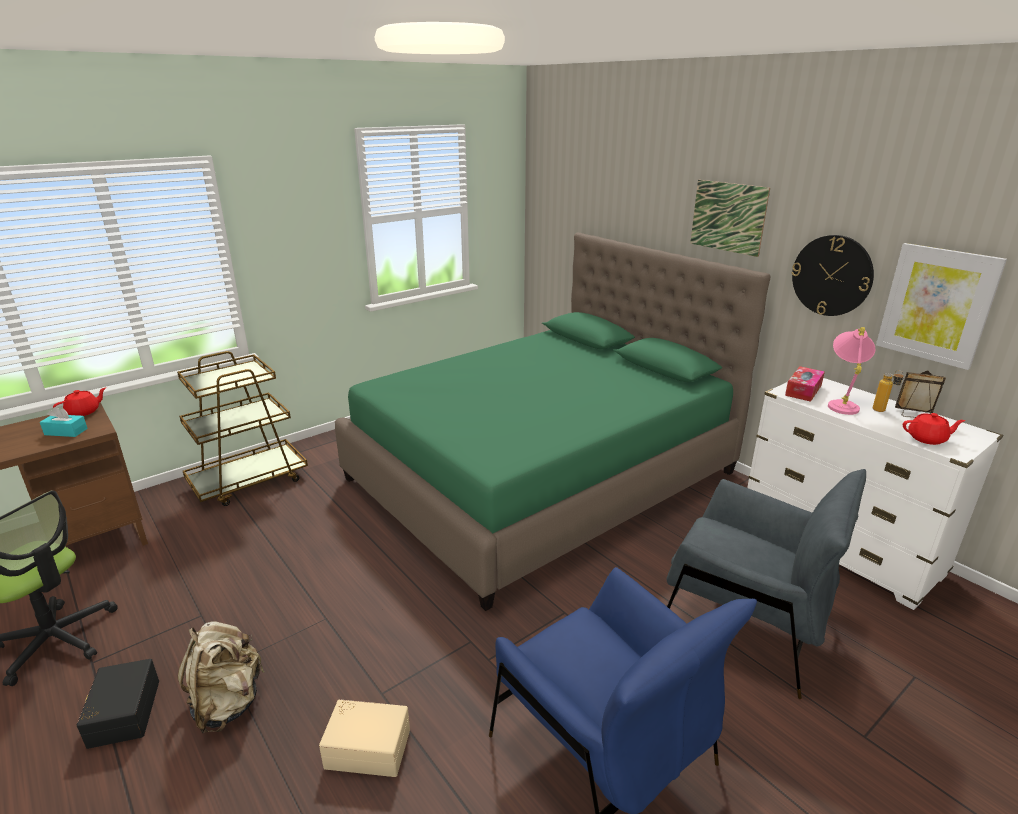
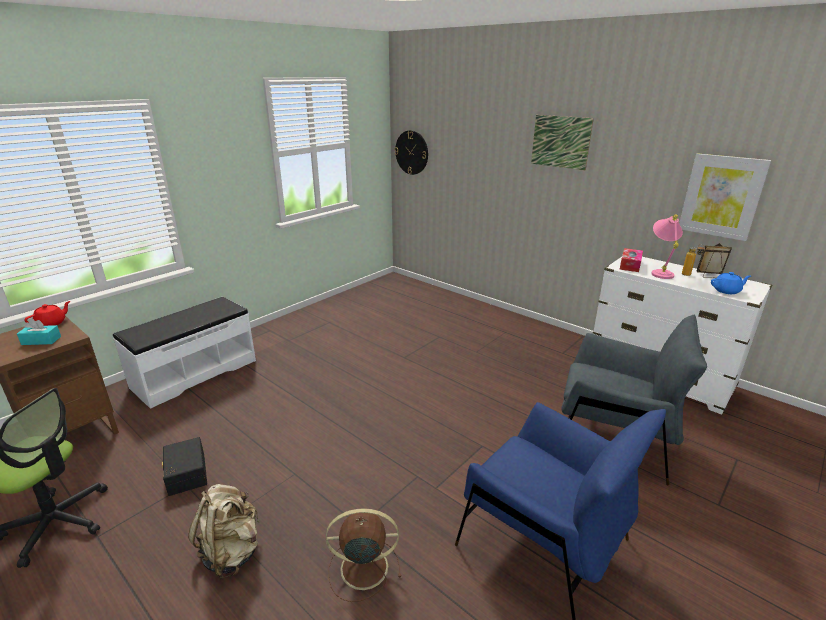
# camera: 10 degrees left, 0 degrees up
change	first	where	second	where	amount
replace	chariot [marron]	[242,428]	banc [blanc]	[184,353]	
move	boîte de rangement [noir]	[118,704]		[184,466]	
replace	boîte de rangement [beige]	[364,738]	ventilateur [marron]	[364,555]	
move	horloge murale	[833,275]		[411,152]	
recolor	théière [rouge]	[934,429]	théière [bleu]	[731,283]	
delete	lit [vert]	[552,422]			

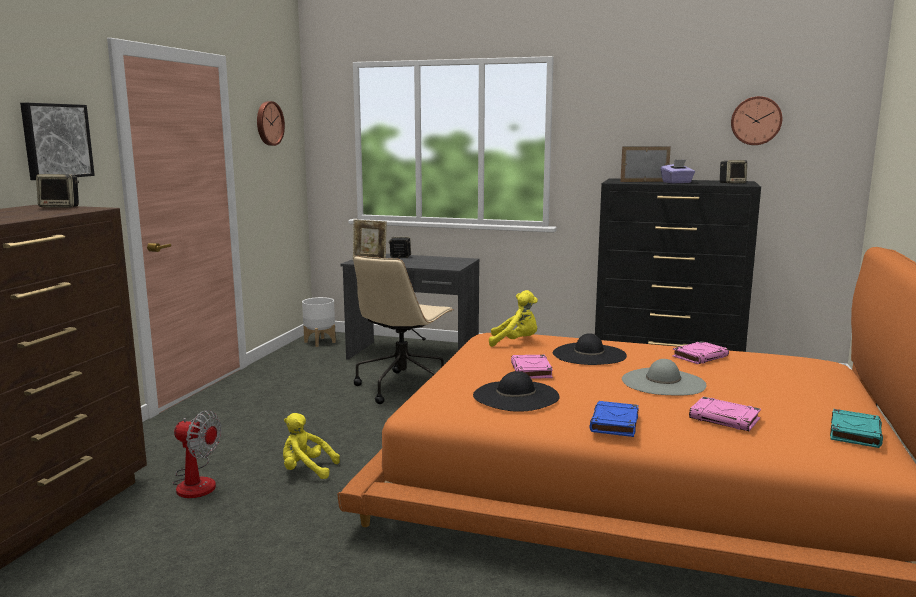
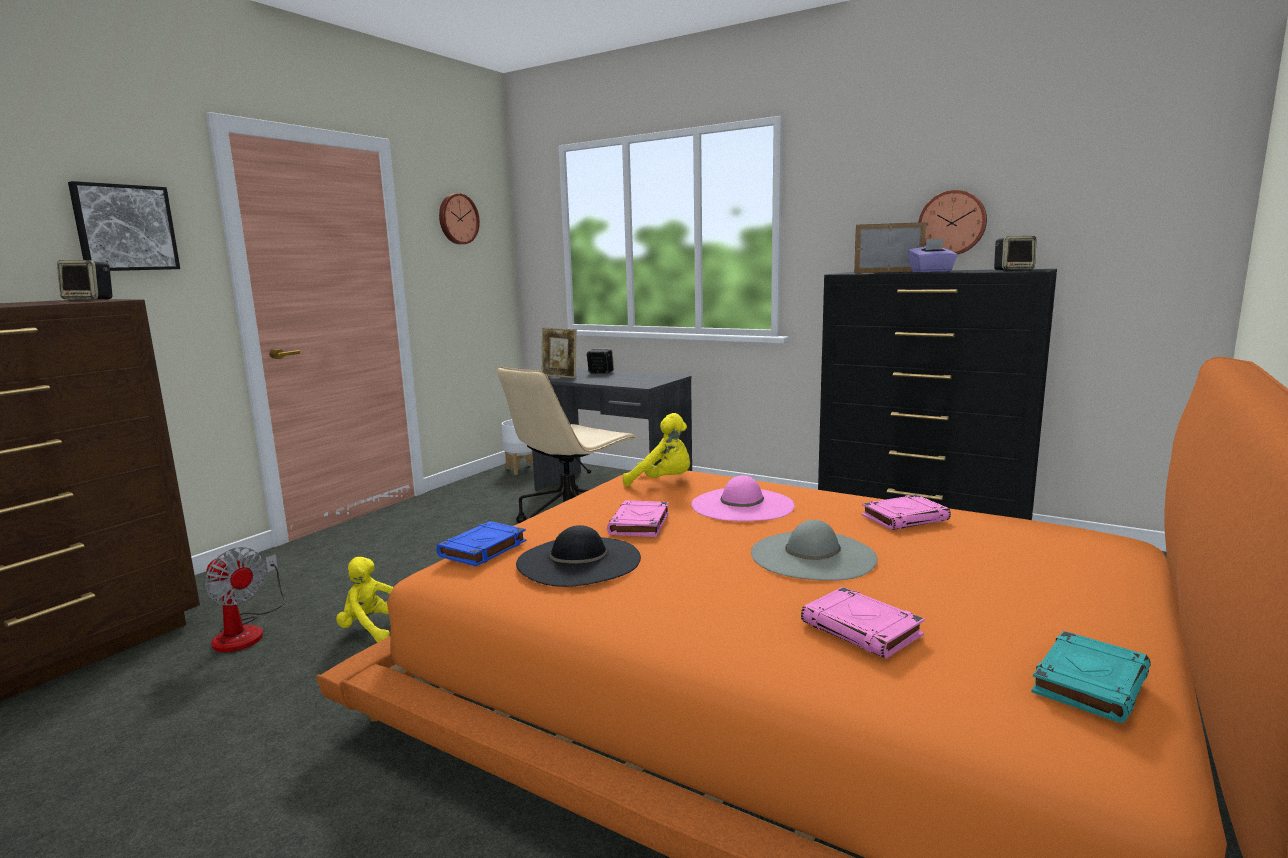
# camera: 15 degrees right, 0 degrees up
change	first	where	second	where	amount
move	livre [bleu]	[614,419]		[481,543]	
recolor	chapeau [noir]	[590,349]	chapeau [rose]	[743,498]	
move	horloge murale	[756,120]		[952,222]	

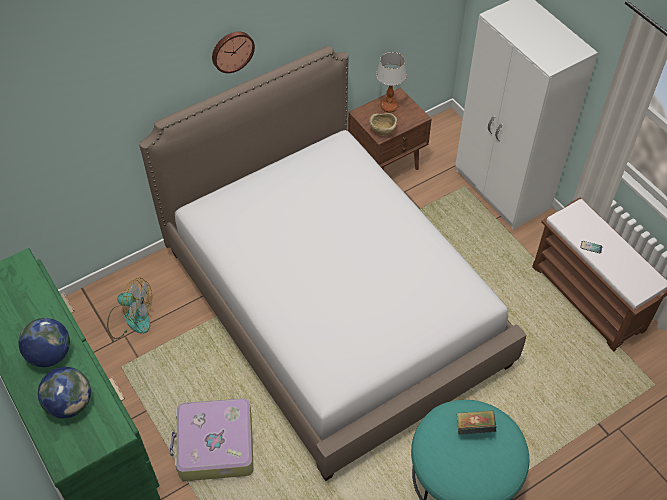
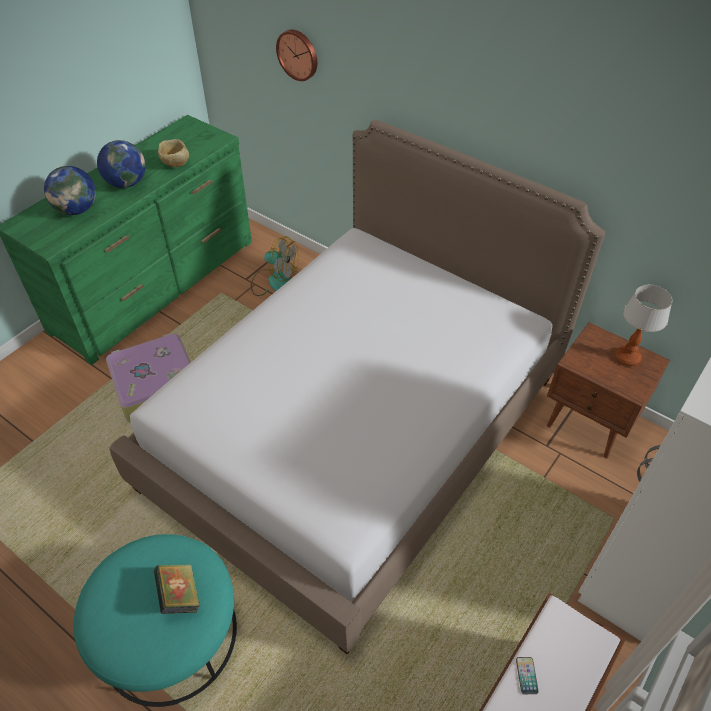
# camera: 70 degrees right, 5 degrees down
change	first	where	second	where	amount
move	bol [beige]	[383,124]		[173,153]	
rotate	ventilateur	[129,308]		[275,266]	60 degrees counterclockwise
move	horloge murale	[233,52]		[296,55]	

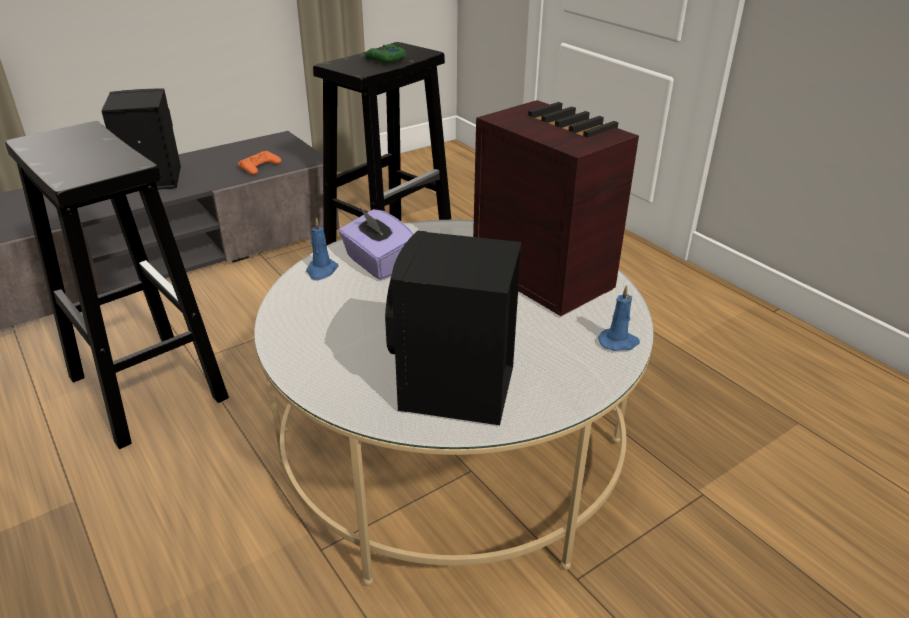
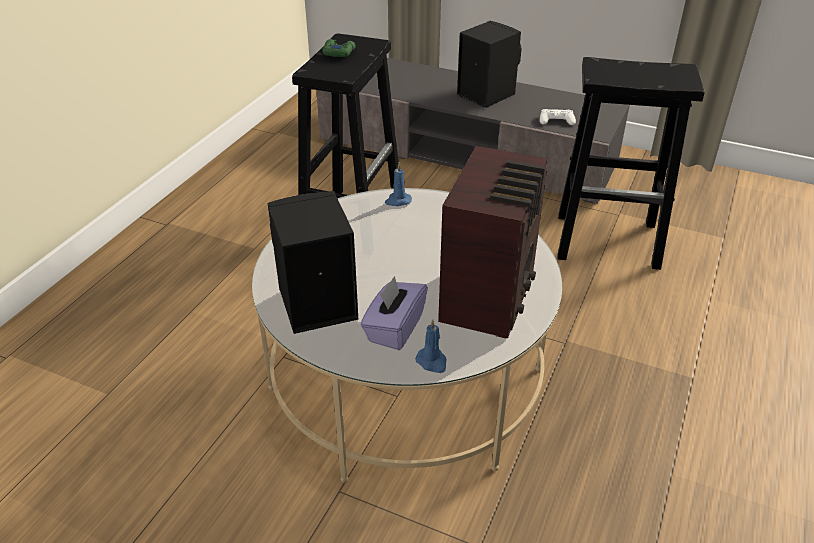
# camera: 60 degrees right, 5 degrees up
change	first	where	second	where	amount
move	manette [vert]	[385,53]		[339,48]	
move	boîte à mouchoirs [violet]	[376,243]		[394,313]	
recolor	manette [orange]	[260,163]	manette [blanc]	[558,117]	

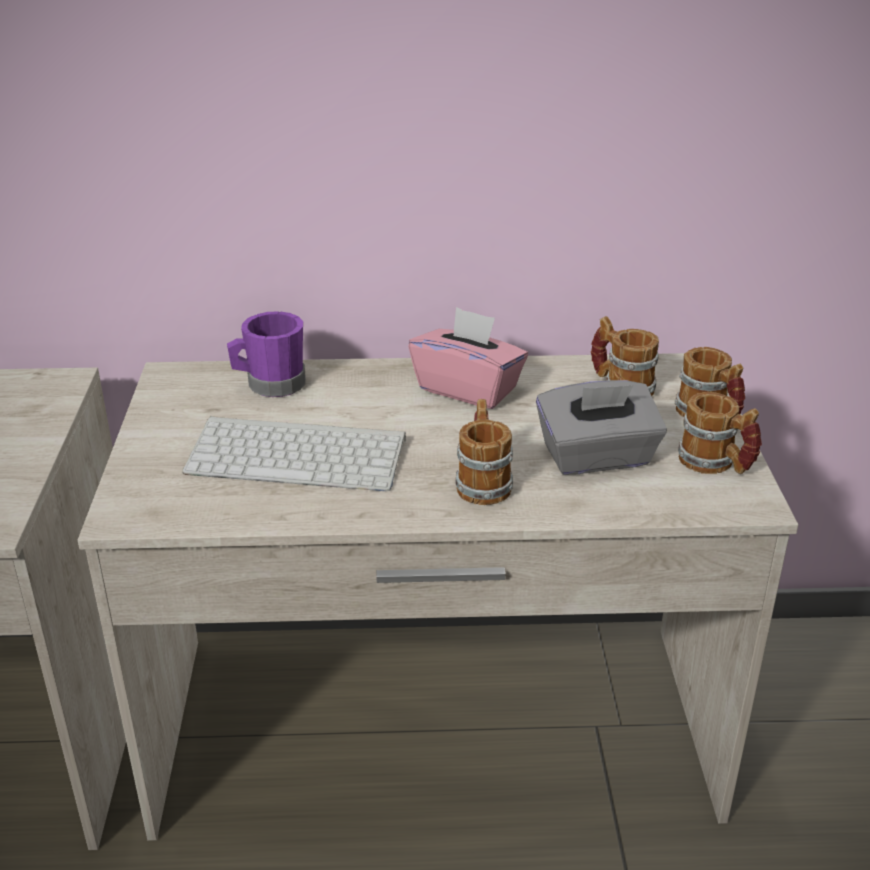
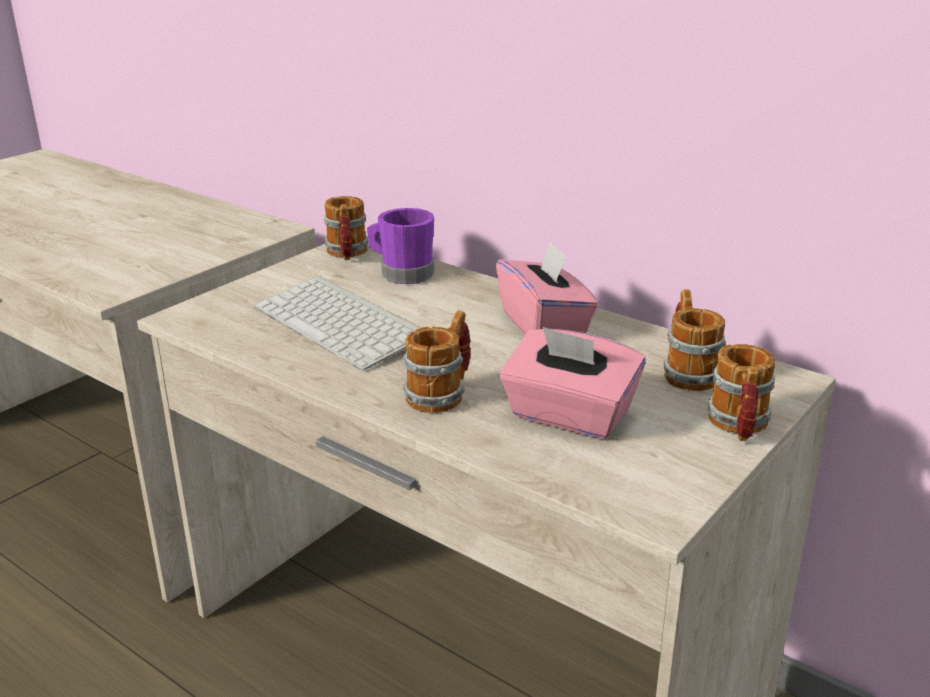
# camera: 40 degrees right, 5 degrees down
change	first	where	second	where	amount
move	mug	[720,433]		[346,228]	
recolor	boîte à mouchoirs [gris]	[601,427]	boîte à mouchoirs [rose]	[572,383]	

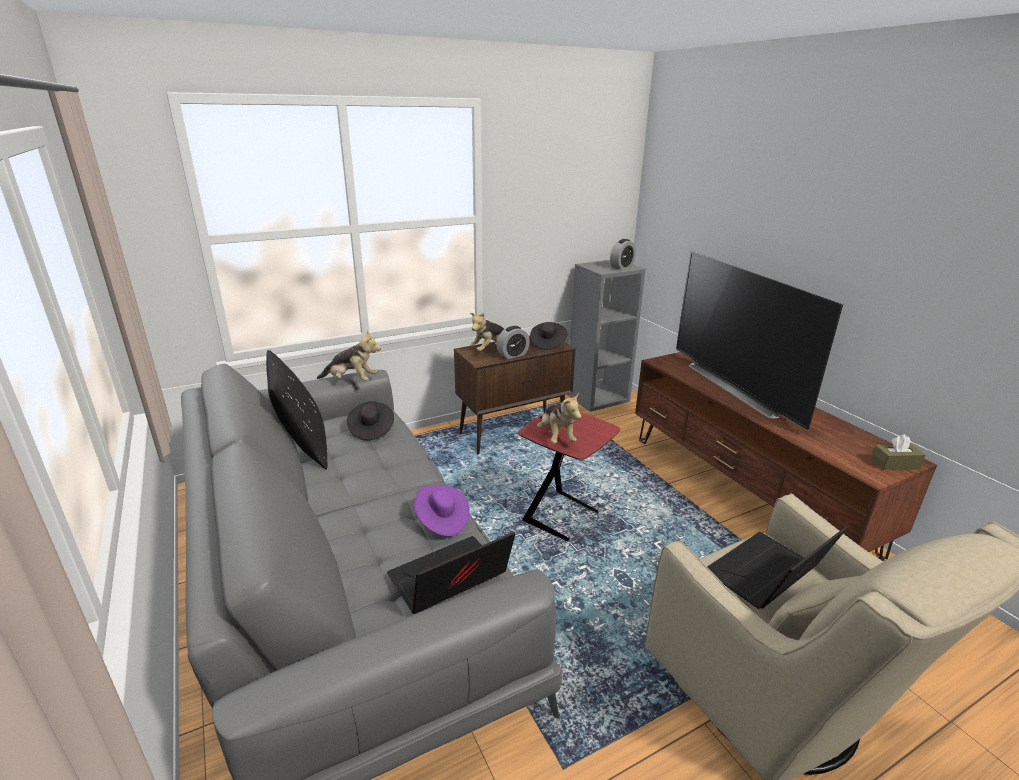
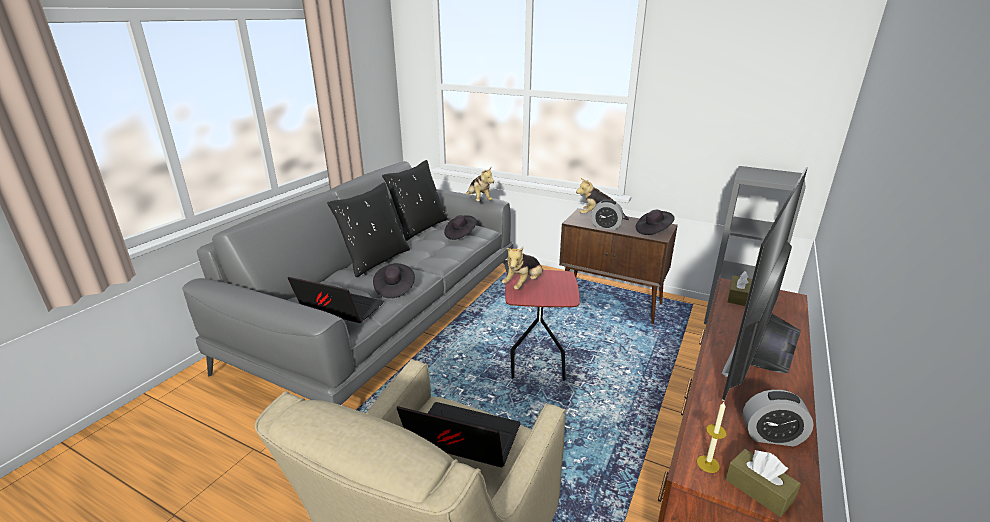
# camera: 55 degrees right, 0 degrees up
change	first	where	second	where	amount
insert			coussin [noir]	[368,230]	
recolor	chapeau [violet]	[442,510]	chapeau [noir]	[394,280]	
insert			bougie	[712,437]	
insert			boîte à mouchoirs [marron]	[740,288]	
move	réveil	[623,254]		[778,418]	

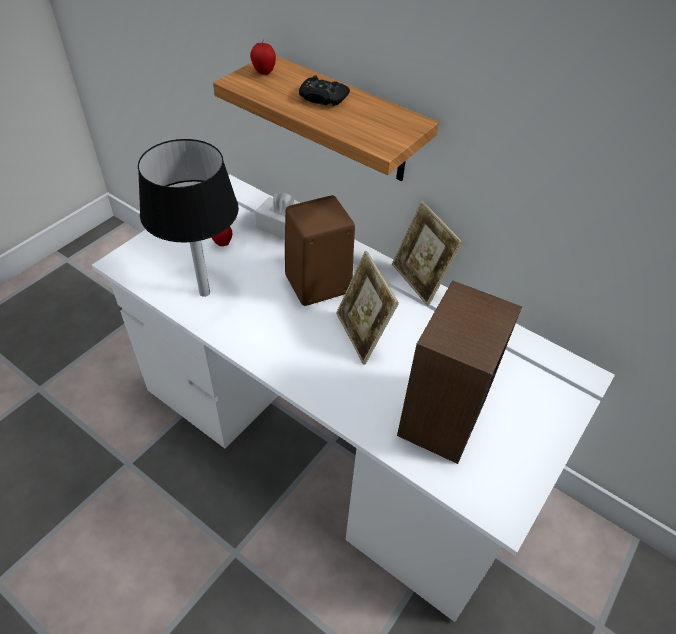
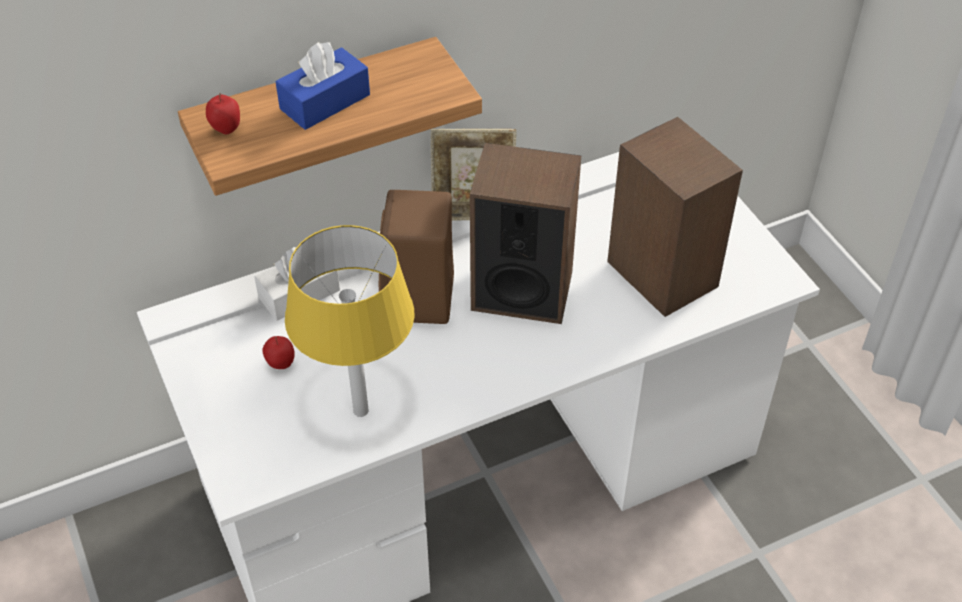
# camera: 60 degrees left, 0 degrees up
change	first	where	second	where	amount
replace	manette [noir]	[324,91]	boîte à mouchoirs [bleu]	[323,86]	
recolor	lampe de table [noir]	[188,218]	lampe de table [jaune]	[349,321]	
replace	cadre photo	[367,308]	enceinte	[525,233]	

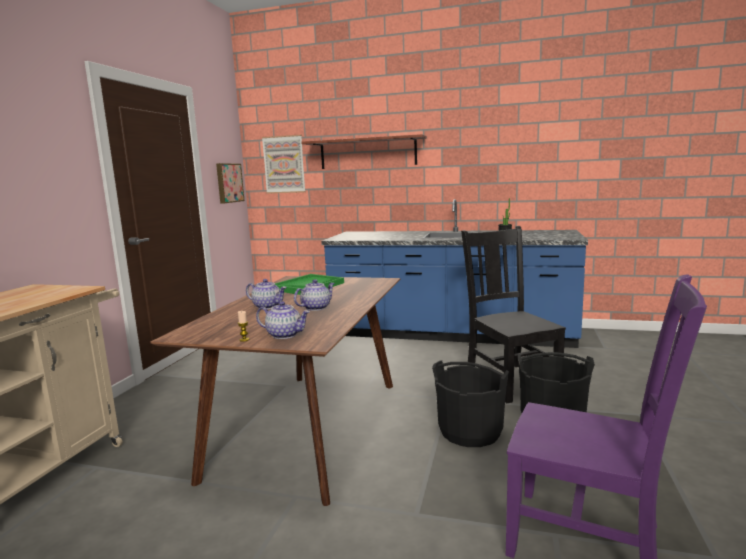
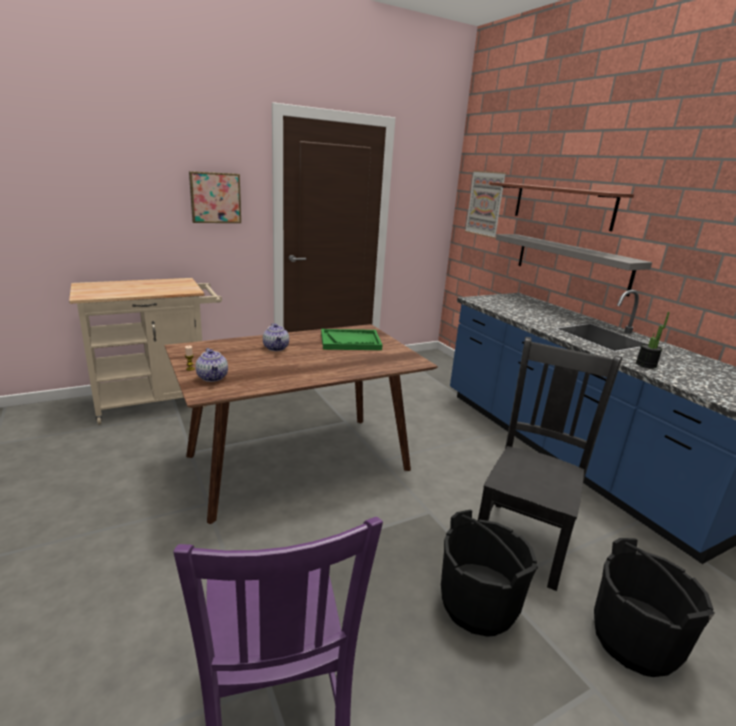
# camera: 45 degrees right, 10 degrees up
change	first	where	second	where	amount
move	tableau	[230,183]		[215,197]	
insert			étagère [gris]	[574,265]	
move	seau [noir]	[470,403]		[654,607]	
delete	théière	[314,295]			

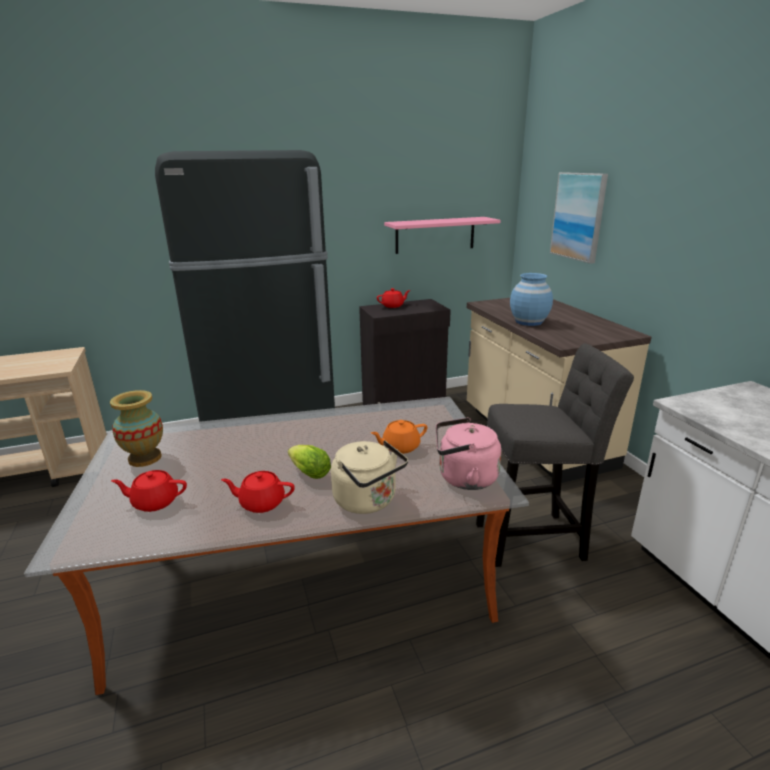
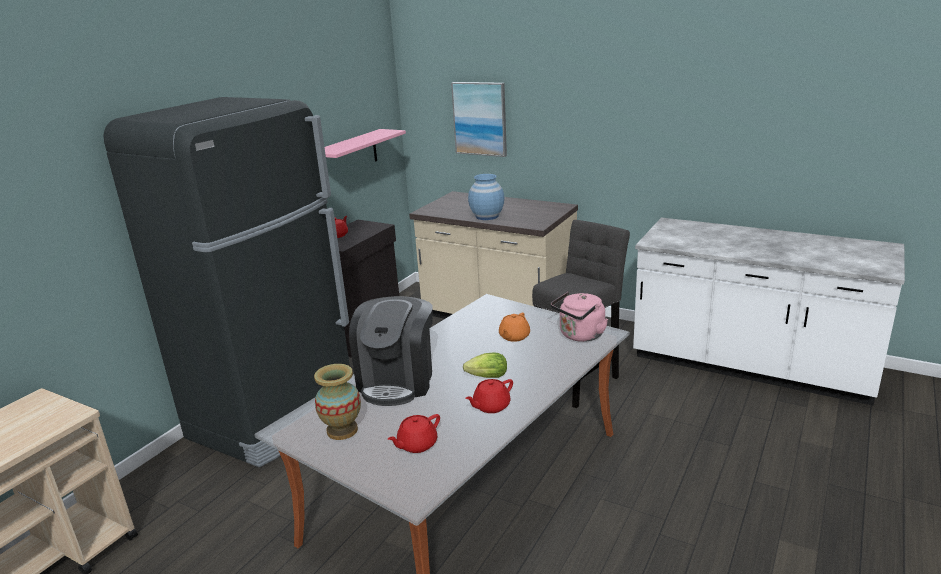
# camera: 40 degrees left, 0 degrees up
change	first	where	second	where	amount
insert			machine à café	[391,351]	
delete	bouilloire [beige]	[369,477]			

